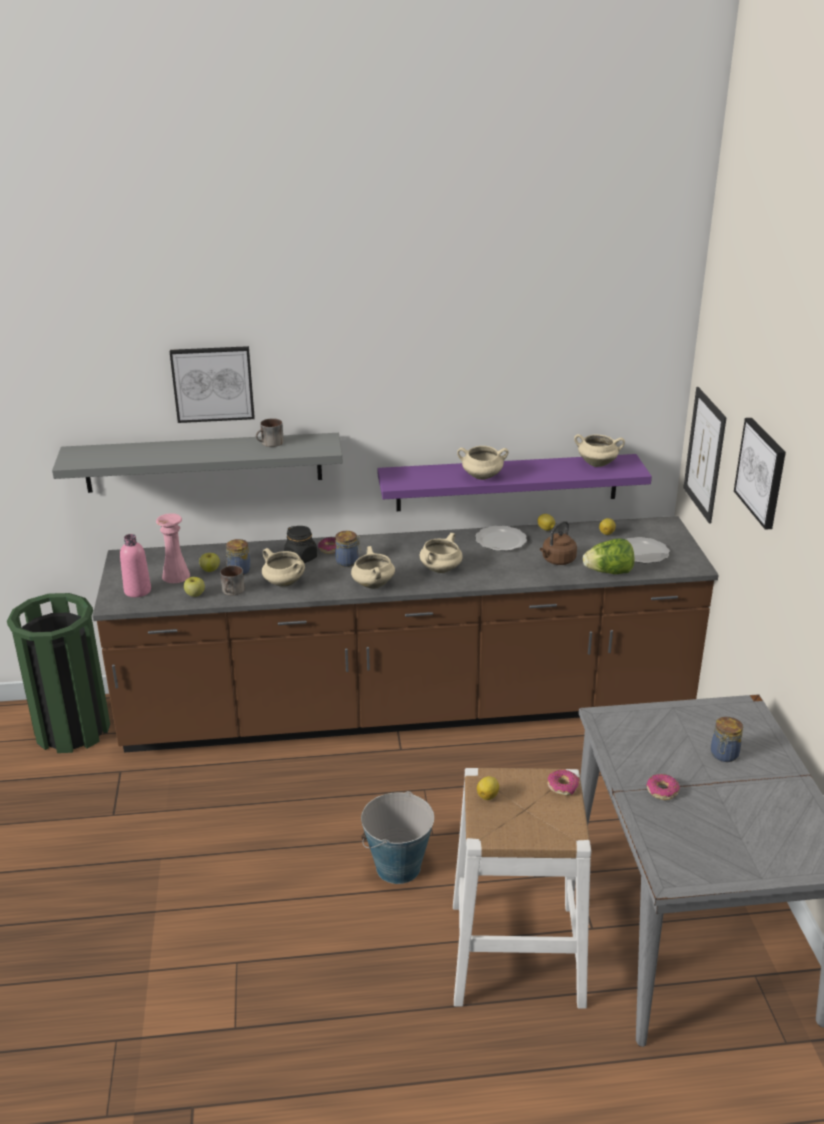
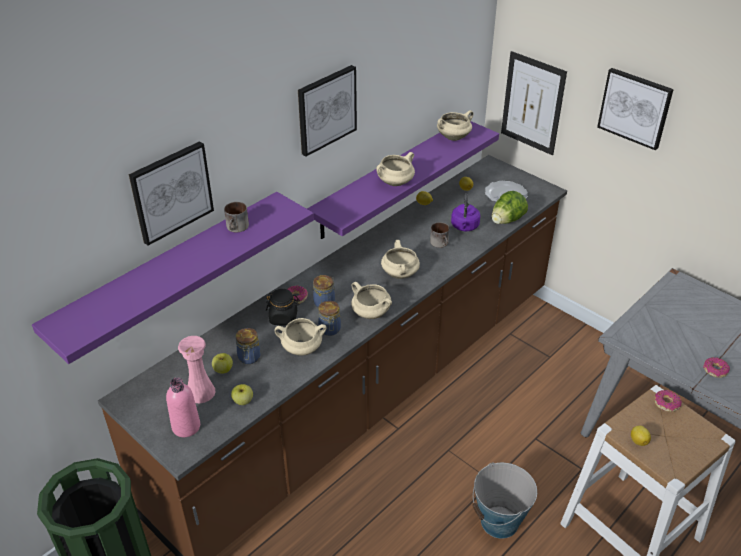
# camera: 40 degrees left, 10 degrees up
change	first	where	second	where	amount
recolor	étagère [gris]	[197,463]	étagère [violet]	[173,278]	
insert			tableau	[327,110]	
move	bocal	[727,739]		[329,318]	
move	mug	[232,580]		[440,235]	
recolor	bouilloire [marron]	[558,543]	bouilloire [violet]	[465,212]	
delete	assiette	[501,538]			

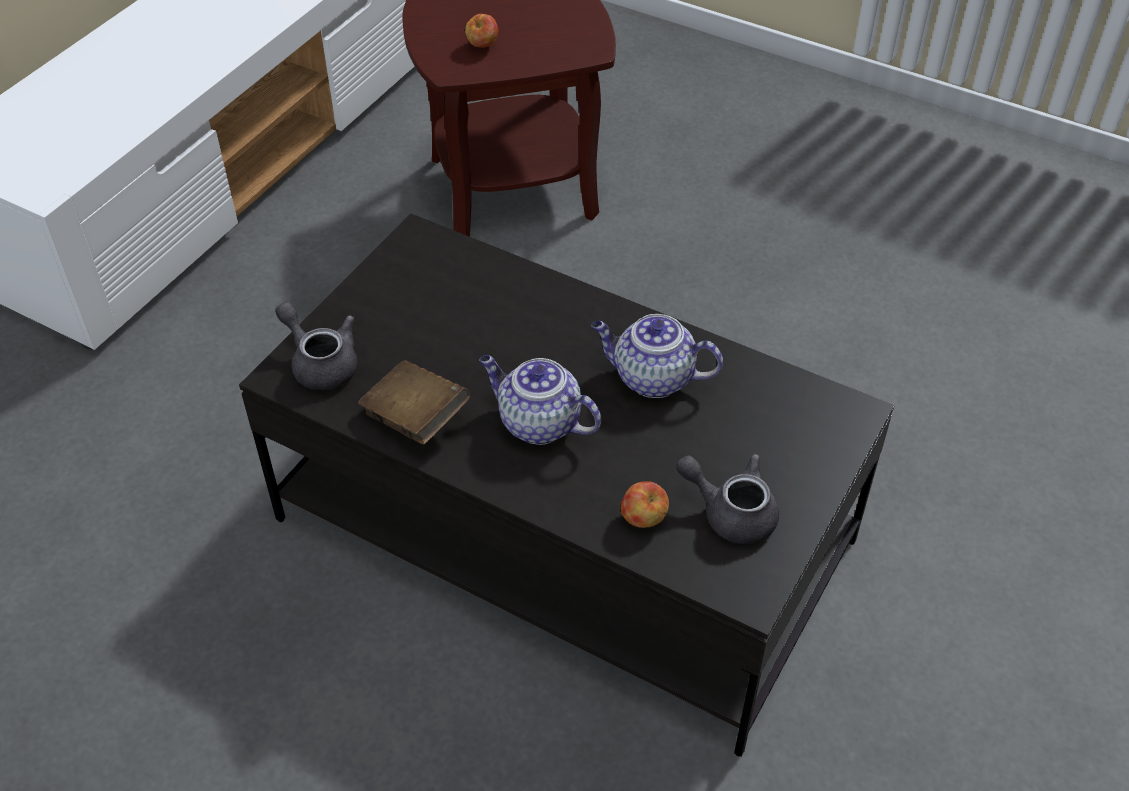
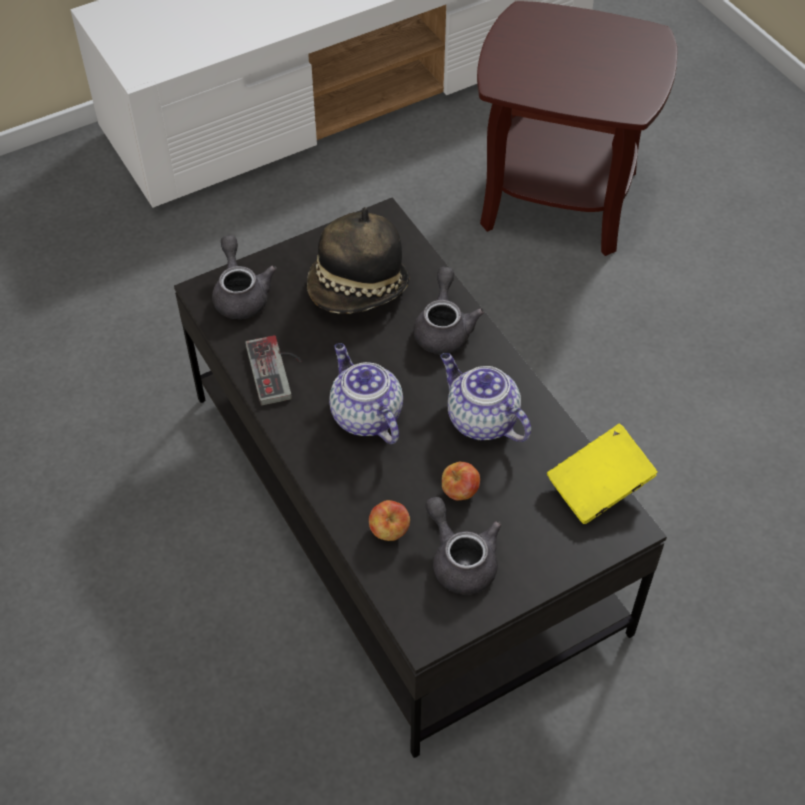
# camera: 30 degrees right, 5 degrees up
change	first	where	second	where	amount
replace	livre [marron]	[414,402]	manette	[273,370]	
insert			chapeau	[358,260]	
insert			théière [gris]	[448,310]	
move	pomme	[481,30]		[461,481]	
insert			livre [jaune]	[602,474]	

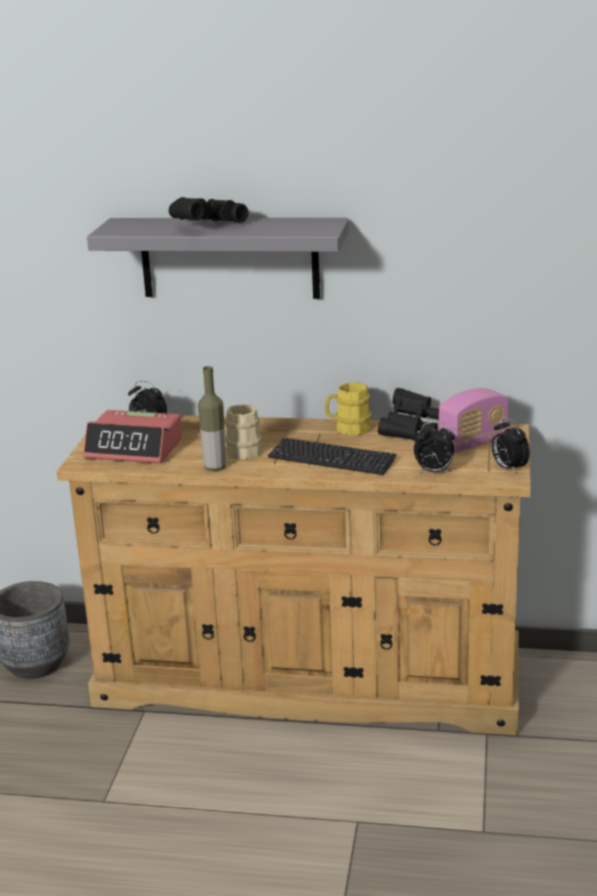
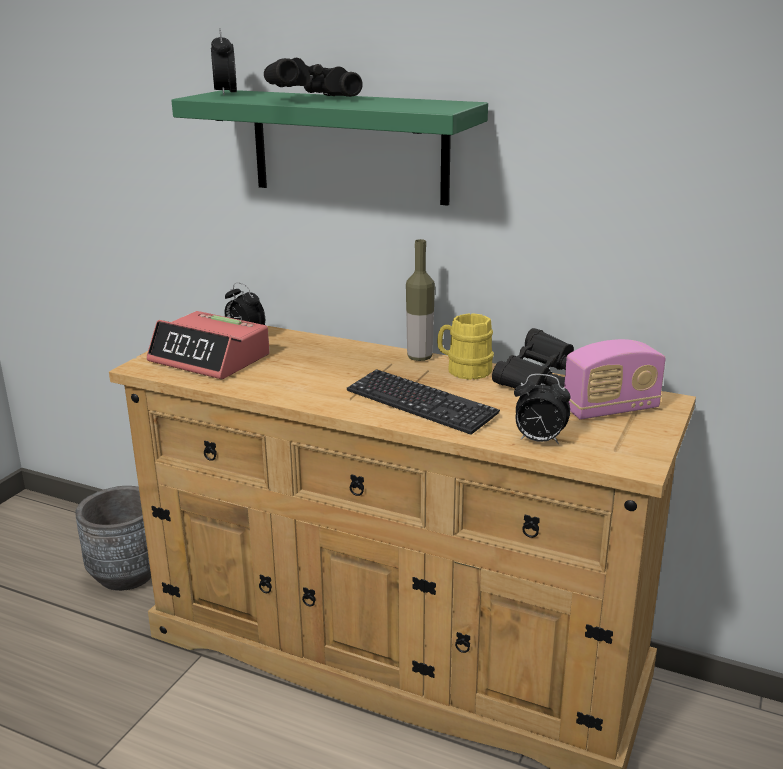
# camera: 15 degrees right, 0 degrees up
change	first	where	second	where	amount
recolor	étagère [gris]	[218,258]	étagère [vert]	[329,148]	
move	réveil	[511,445]		[224,61]	
move	bouteille	[212,418]		[420,300]	
delete	mug [beige]	[243,432]			

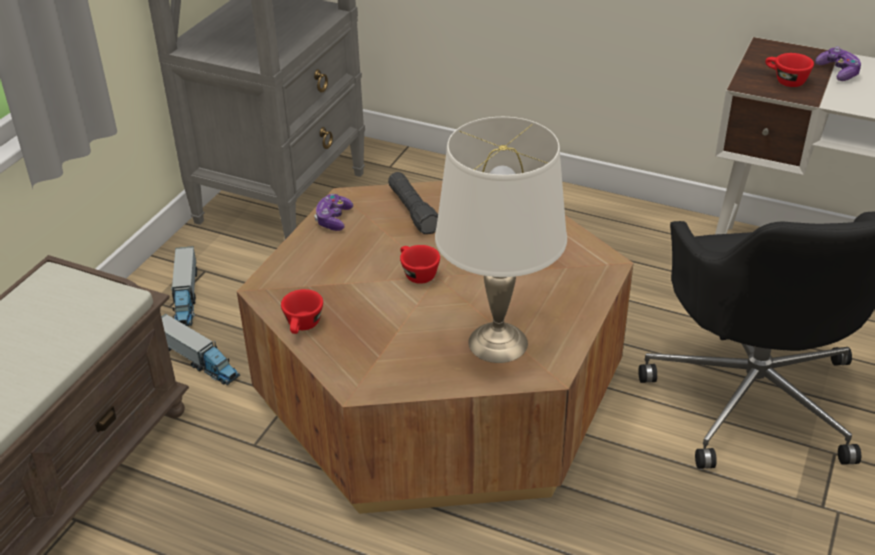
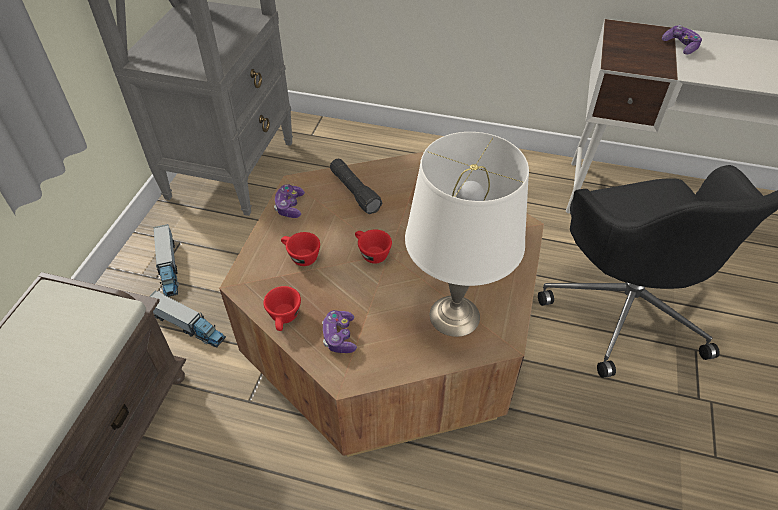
# camera: 10 degrees left, 10 degrees up
change	first	where	second	where	amount
move	tasse [rouge]	[789,70]		[300,249]	
insert			manette	[339,331]	

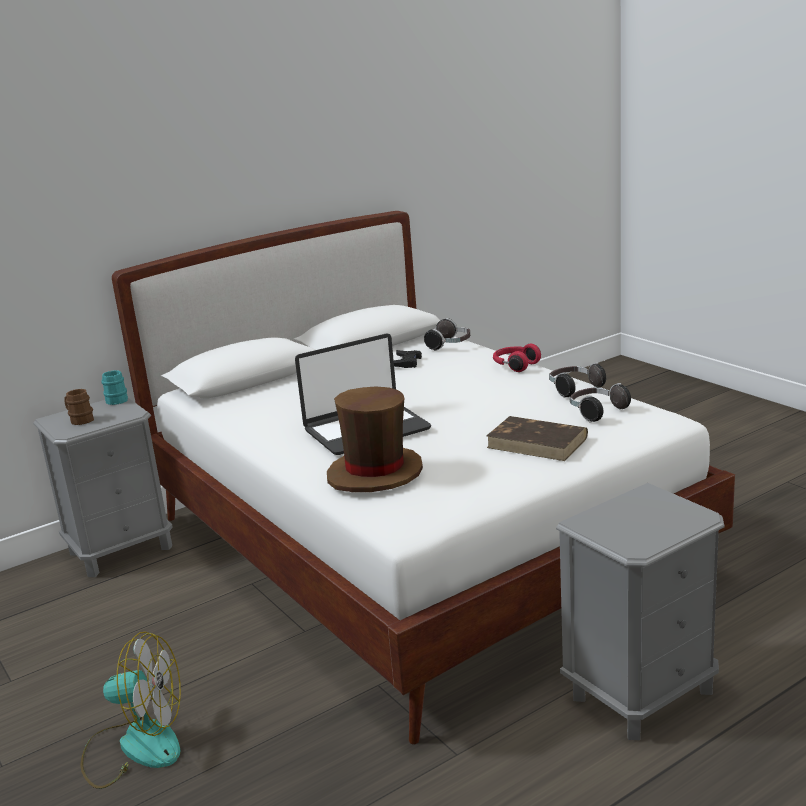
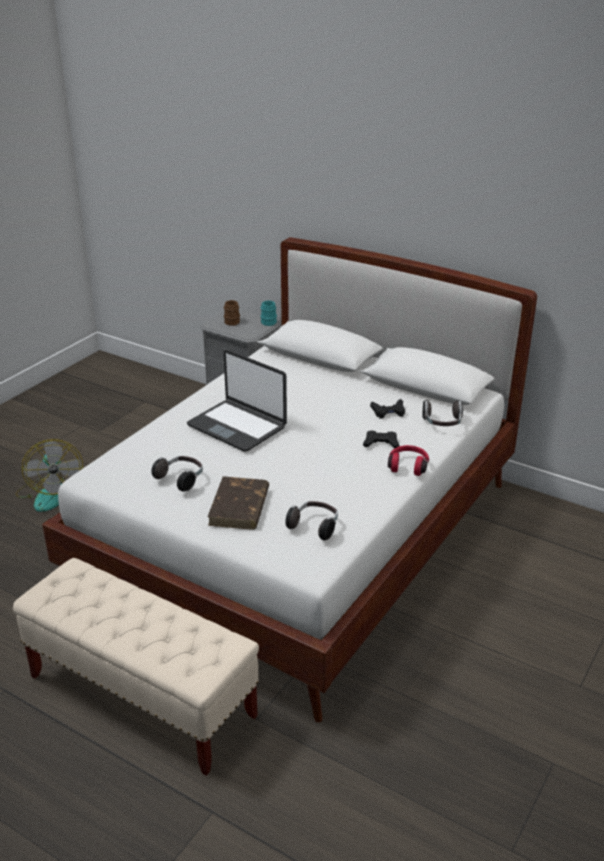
# camera: 65 degrees right, 10 degrees up
change	first	where	second	where	amount
replace	table de chevet [gris]	[640,611]	banc [beige]	[136,667]	
move	casque audio	[577,380]		[177,474]	
insert			manette [noir]	[381,439]	
delete	chapeau [marron]	[375,439]			

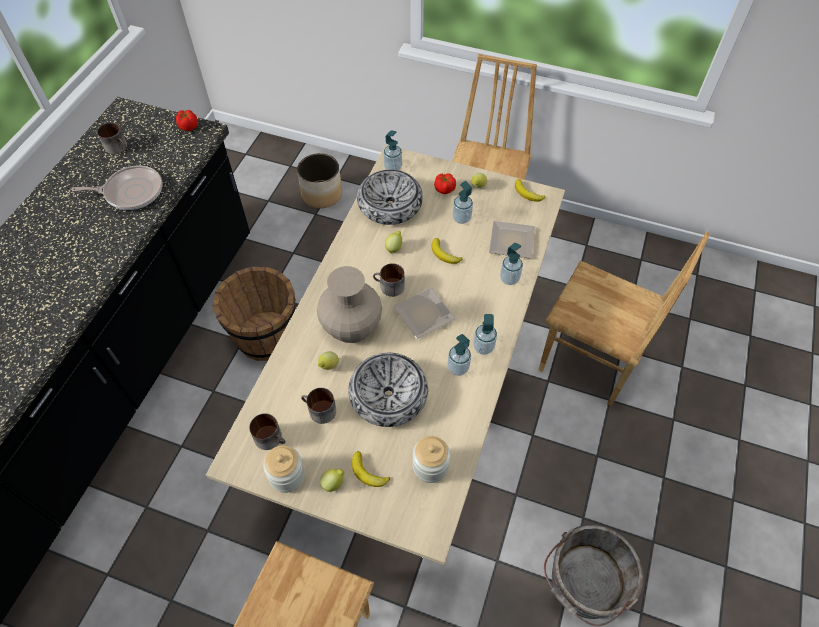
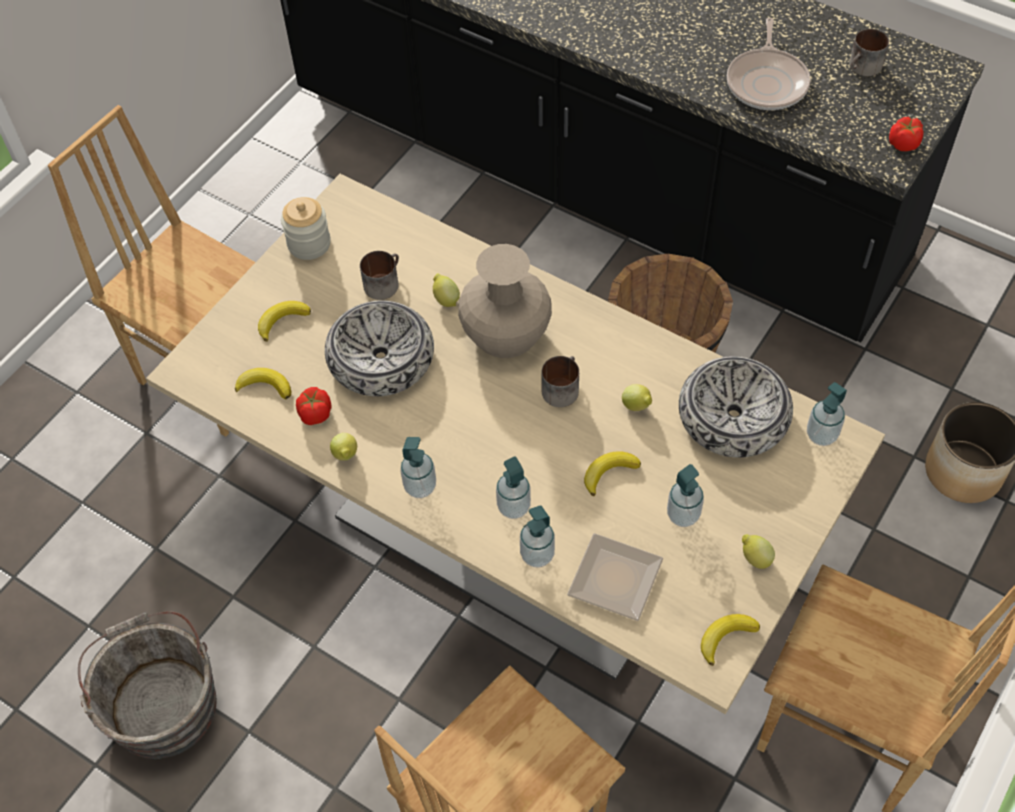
# camera: 105 degrees right, 0 degrees up
change	first	where	second	where	amount
replace	bocal	[431,459]	banane	[263,383]	
move	tomate	[445,183]		[314,406]	
move	citron	[332,480]		[343,447]	
move	distributeur de savon	[459,355]		[513,488]	
delete	mug	[267,431]			
delete	assiette	[424,313]			

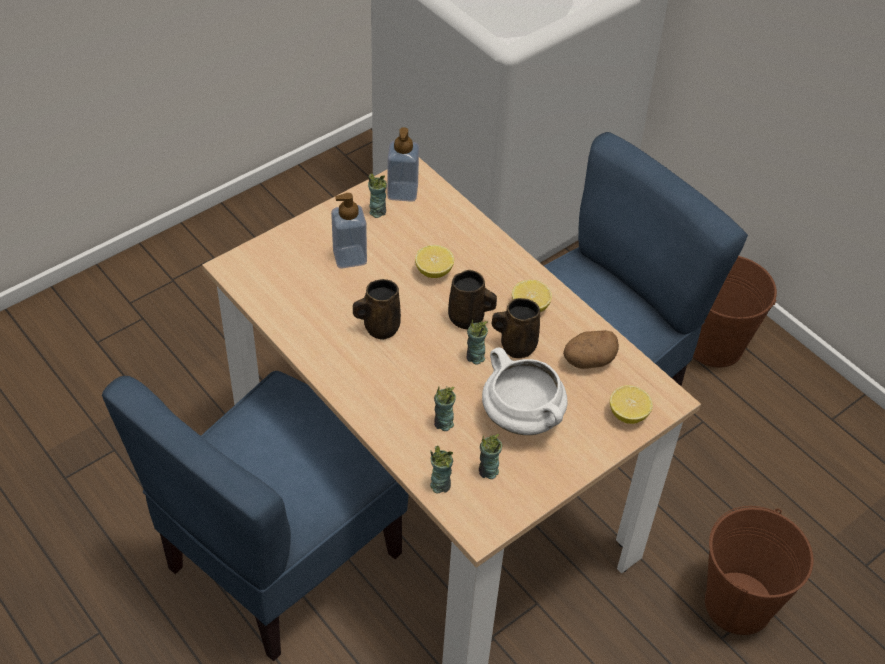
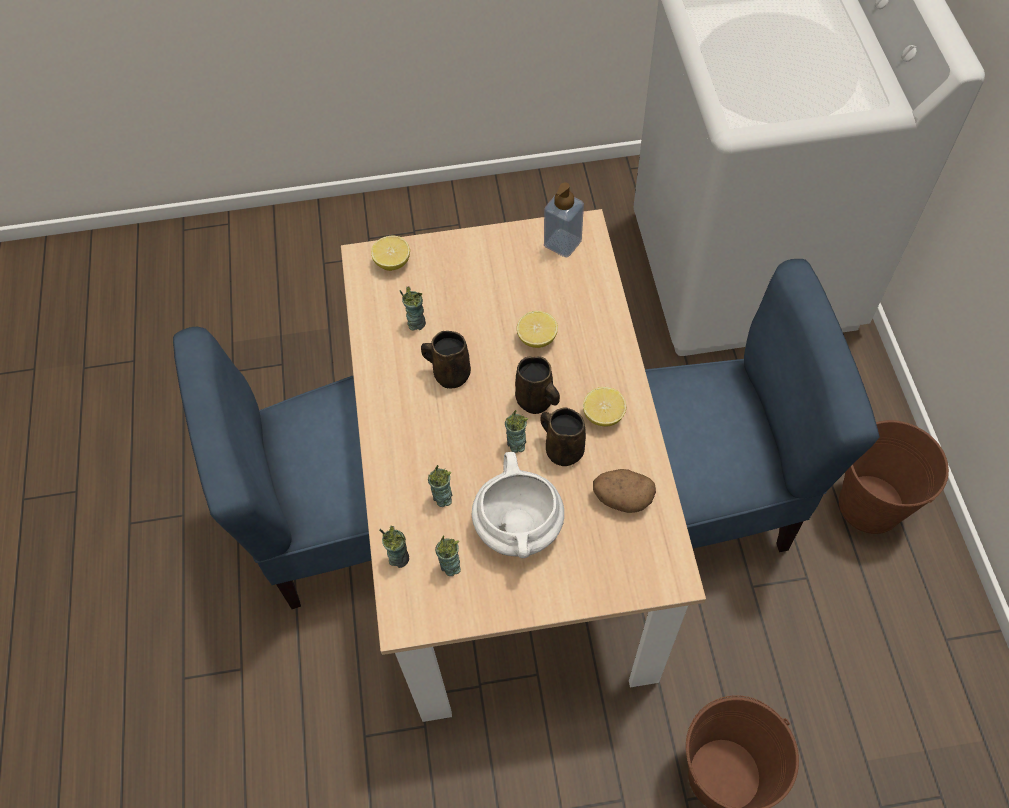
# camera: 35 degrees right, 10 degrees up
change	first	where	second	where	amount
move	citron	[631,404]		[390,253]	
move	tasse	[377,195]		[413,308]	
delete	distributeur de savon	[349,230]			

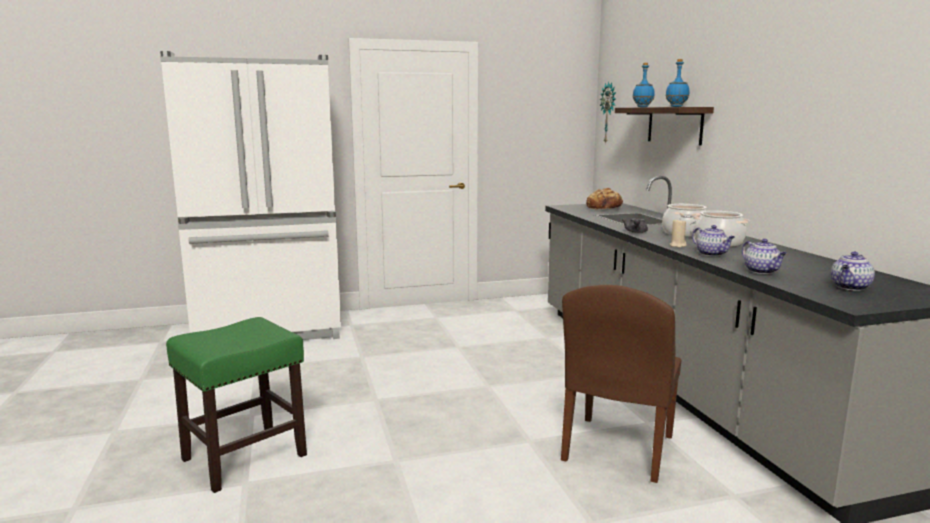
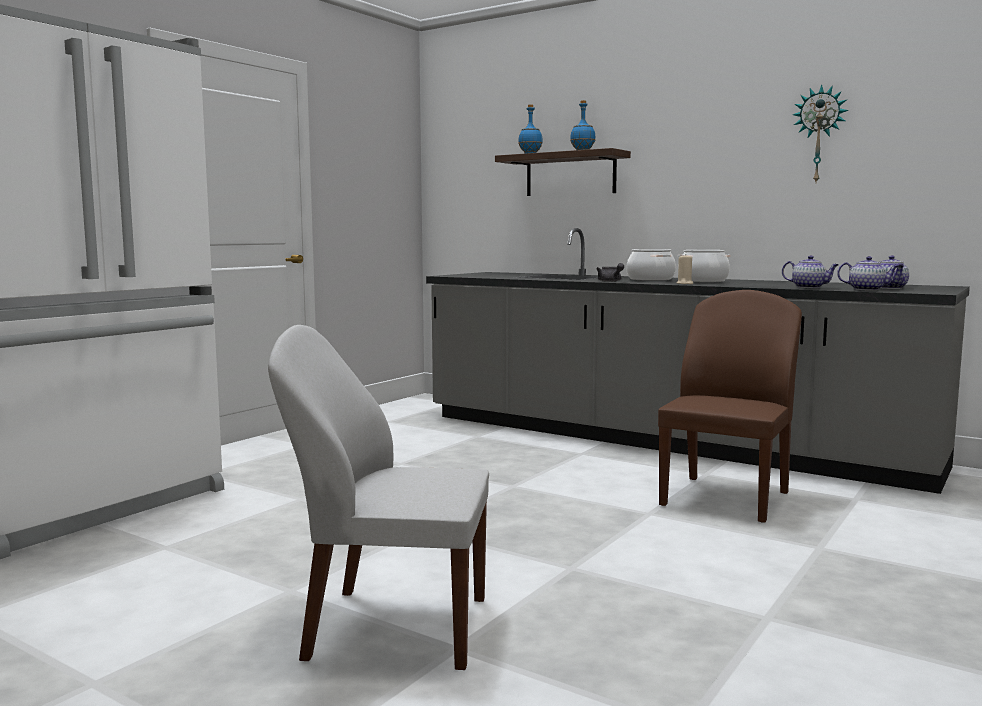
# camera: 40 degrees left, 5 degrees down
change	first	where	second	where	amount
replace	tabouret [vert]	[236,405]	chaise [blanc]	[378,497]	
rotate	chaise [marron]	[621,384]		[730,406]	135 degrees counterclockwise
move	horloge murale	[608,113]		[821,133]	
move	théière	[713,240]		[868,273]	
delete	pain	[604,199]			

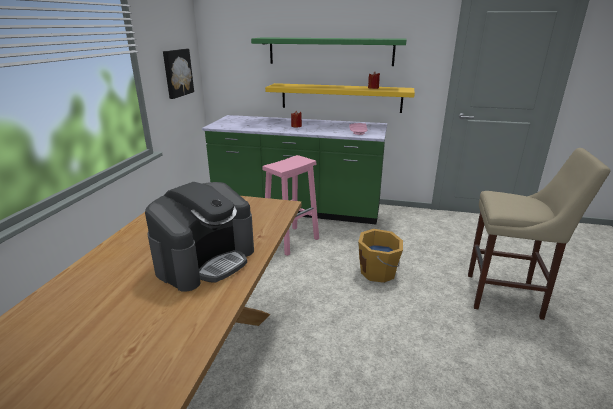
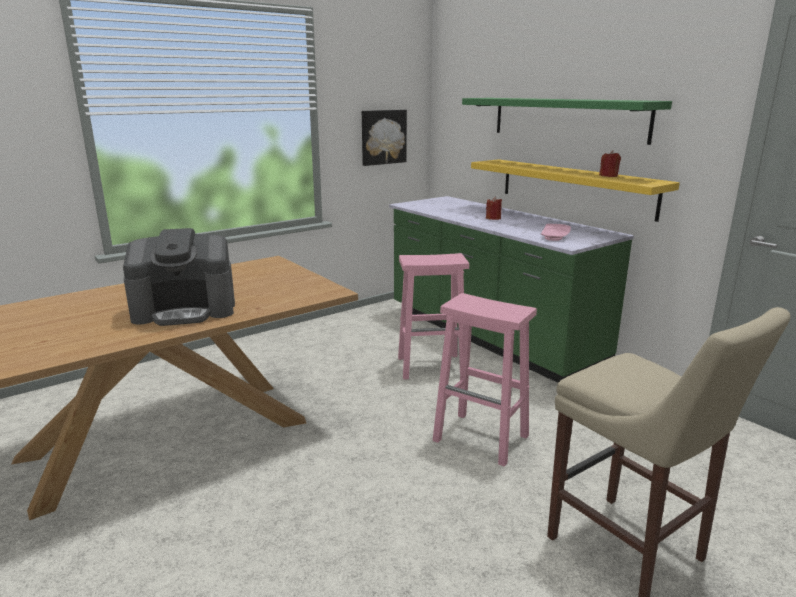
# camera: 40 degrees right, 5 degrees down
change	first	where	second	where	amount
replace	seau [orange]	[380,256]	tabouret [rose]	[485,380]	

